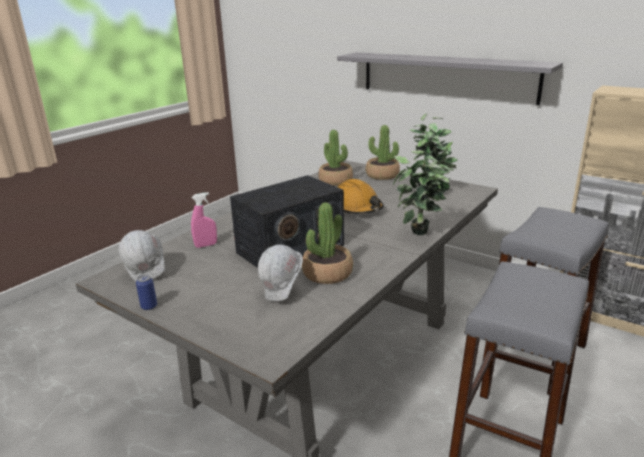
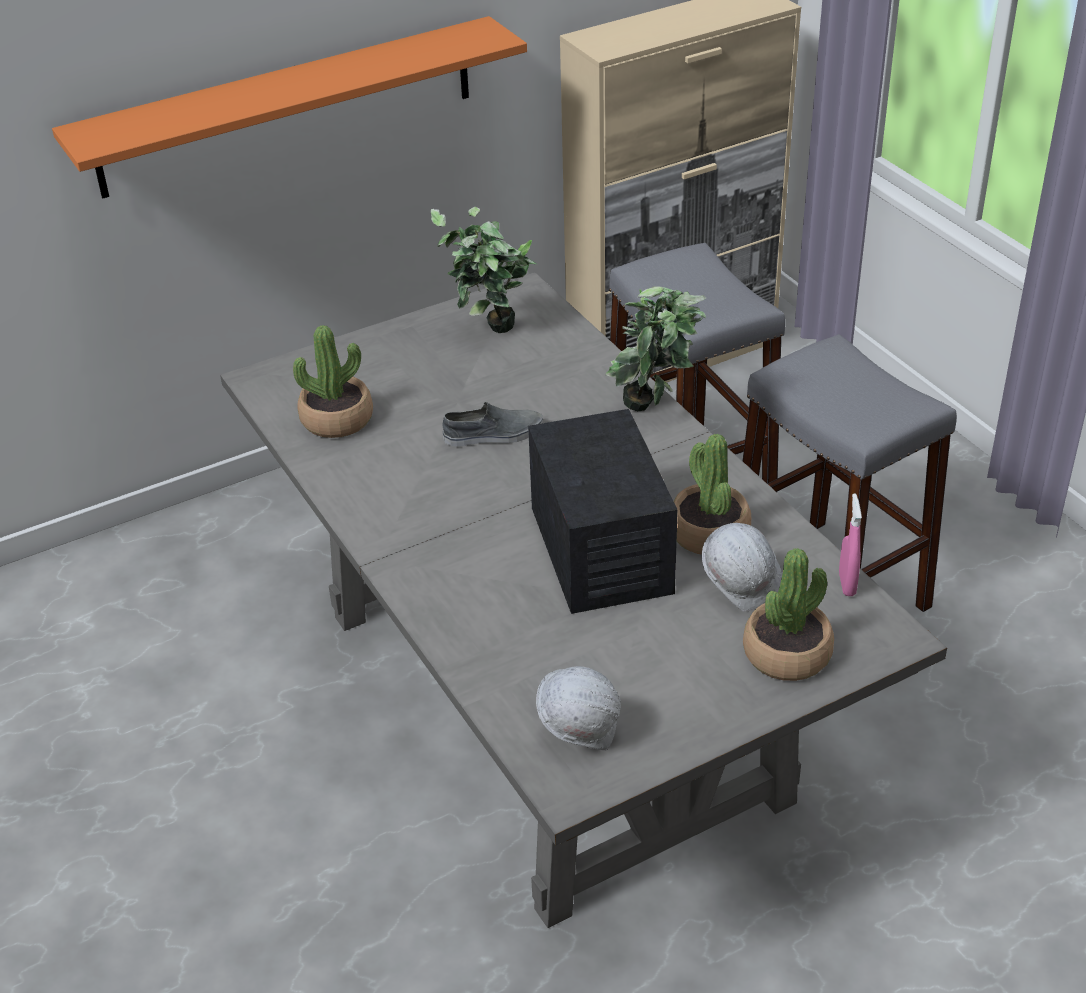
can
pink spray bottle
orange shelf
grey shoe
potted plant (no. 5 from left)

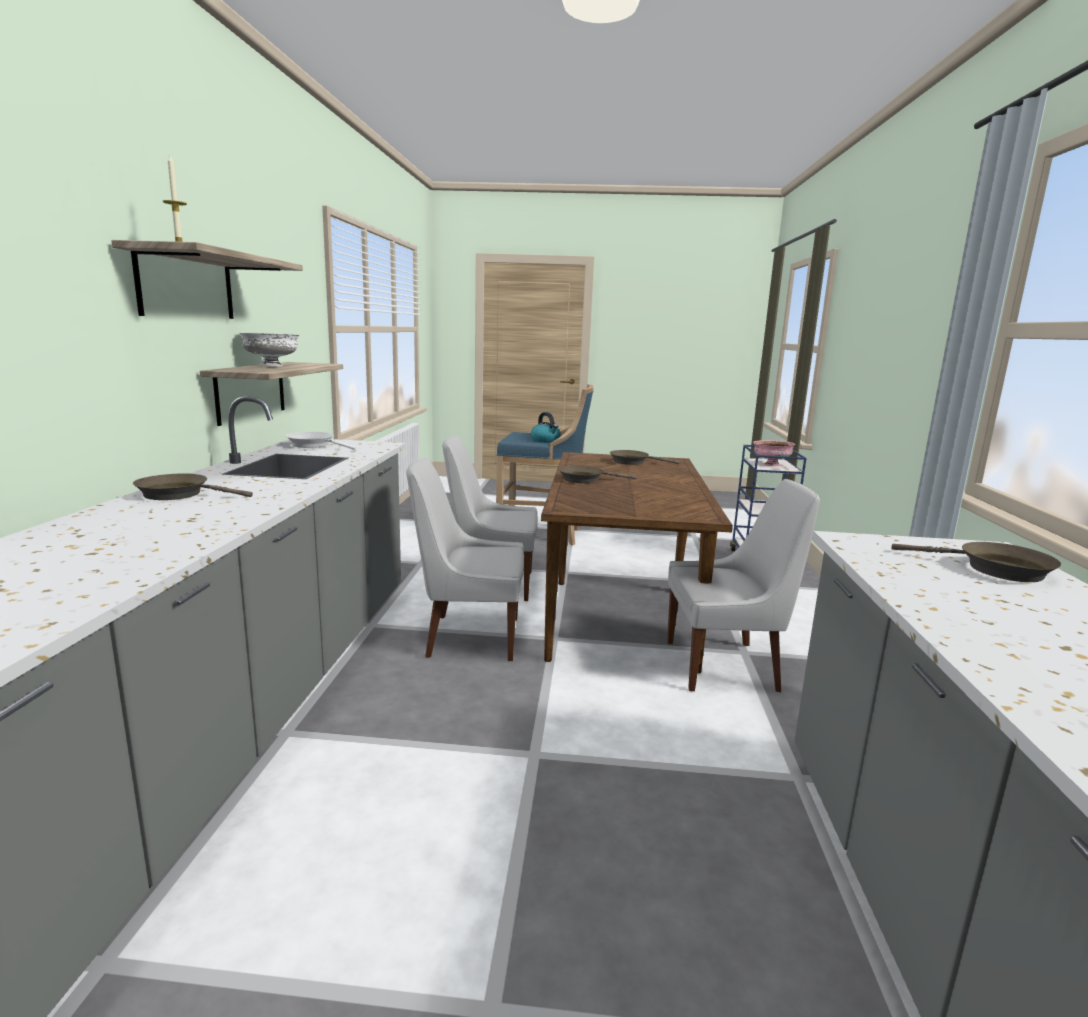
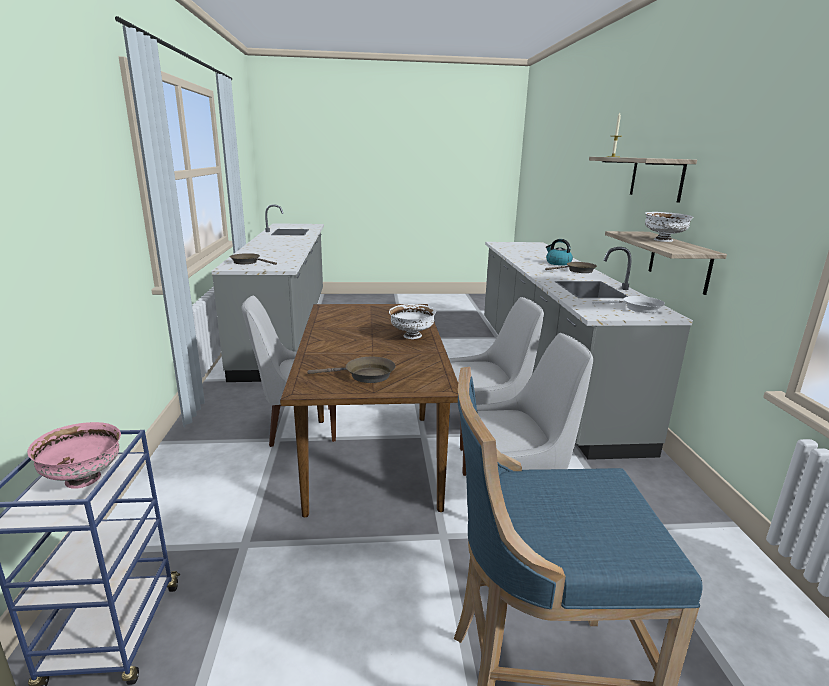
kettle
white bowl (no. 1 from left)

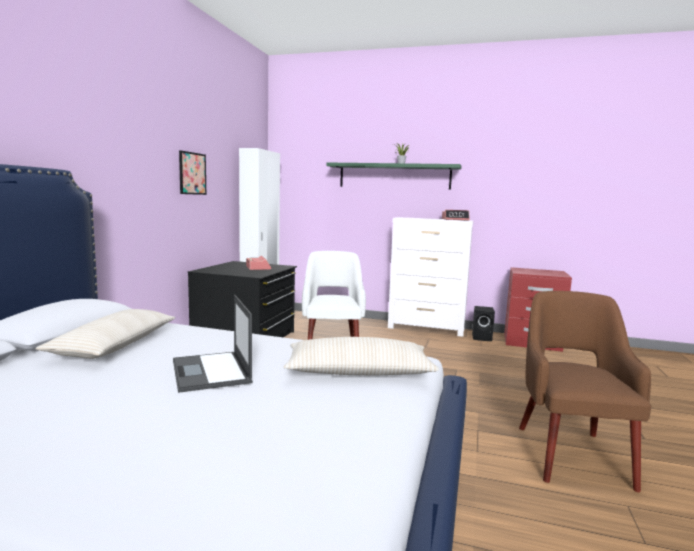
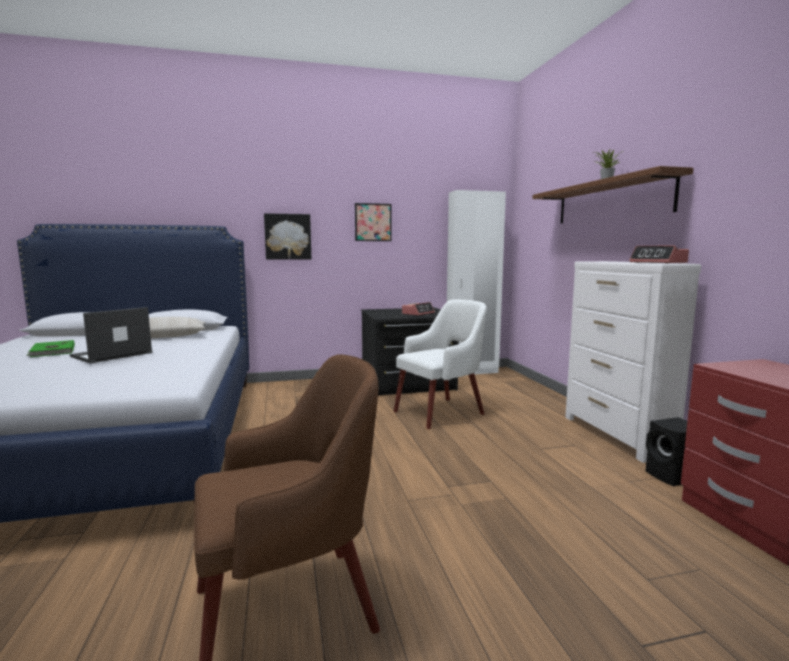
beige pillow (no. 2 from left in the first image)
brown shelf
green book
picture (no. 1 from left)

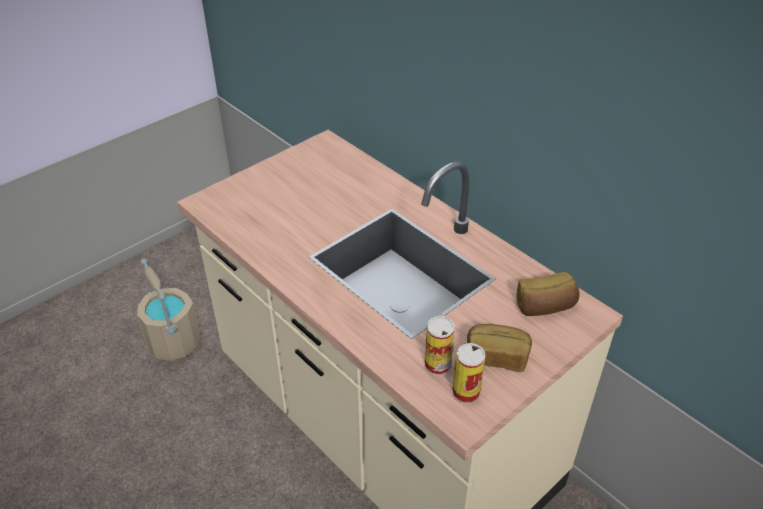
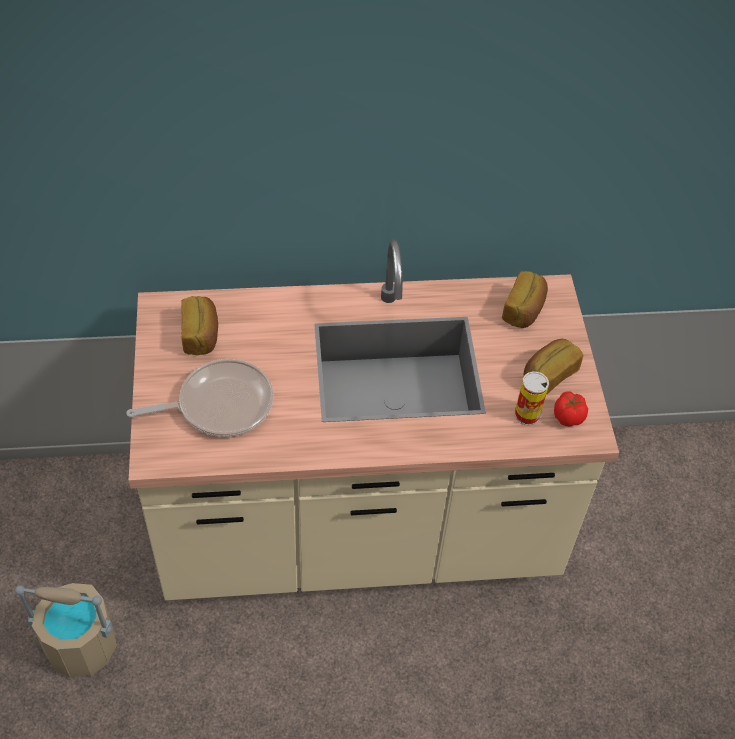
tomato
frying pan
bread (no. 1 from left)

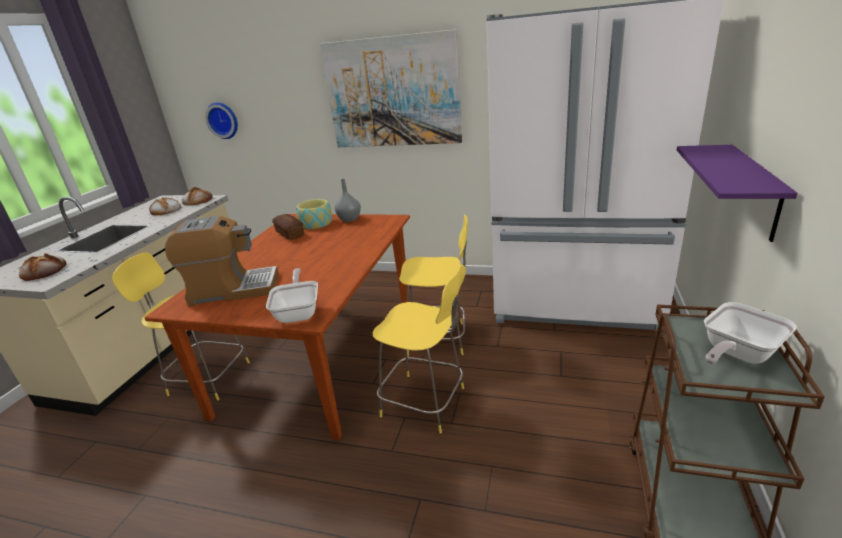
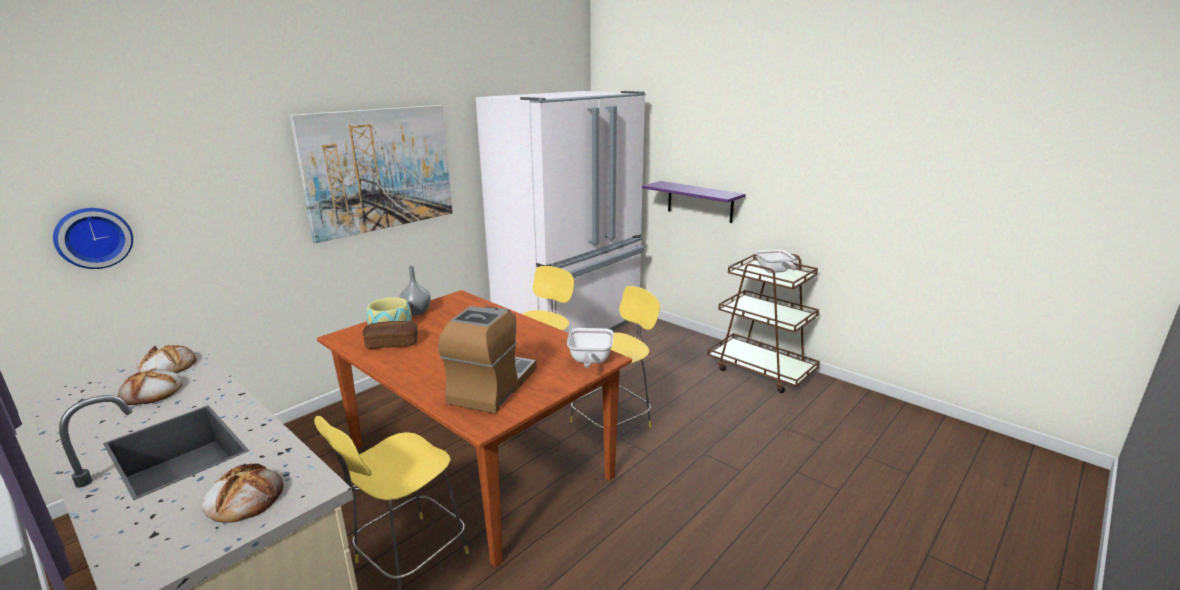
frying pan (no. 1 from left)

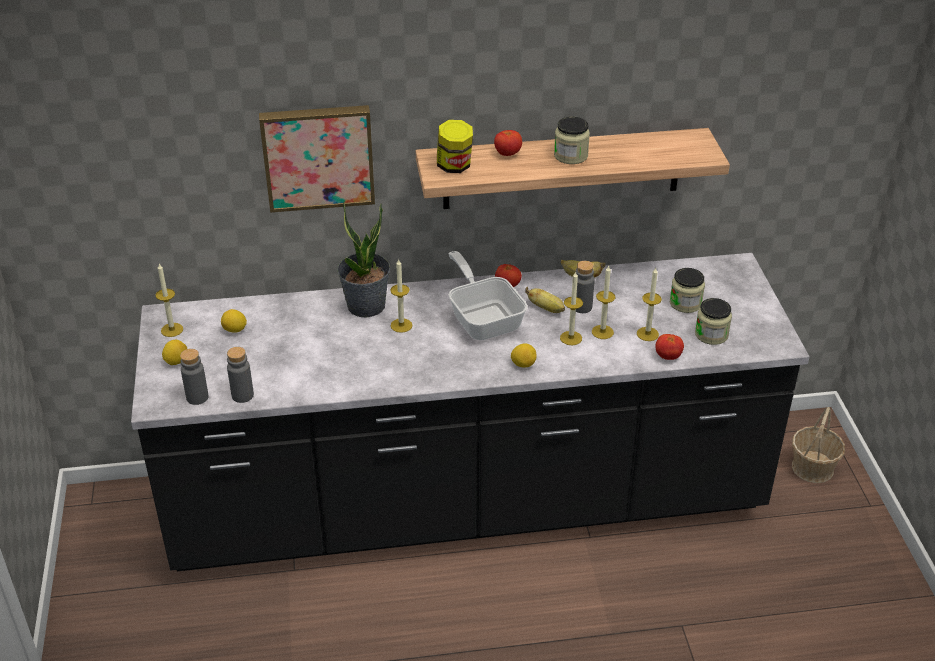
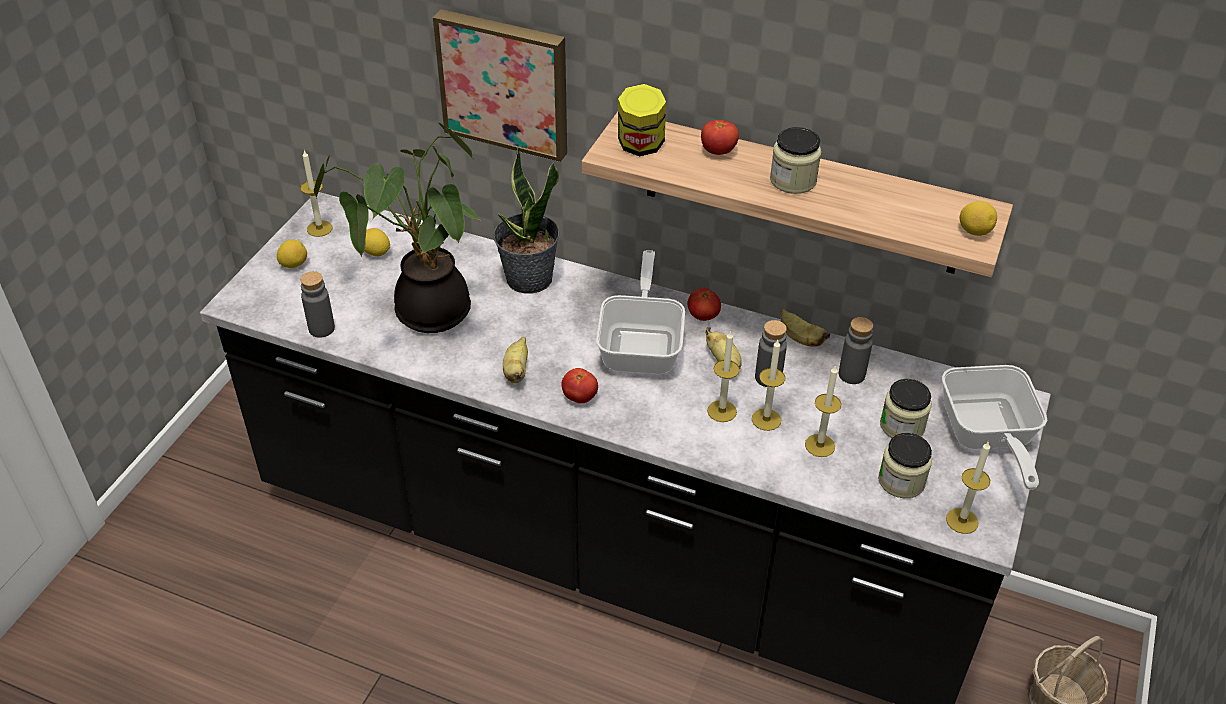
grey bottle (no. 3 from left)
candle (no. 5 from left)
lemon (no. 3 from left)
tomato (no. 1 from left)
potted plant (no. 1 from left)
banana (no. 1 from left)
frying pan (no. 2 from left)

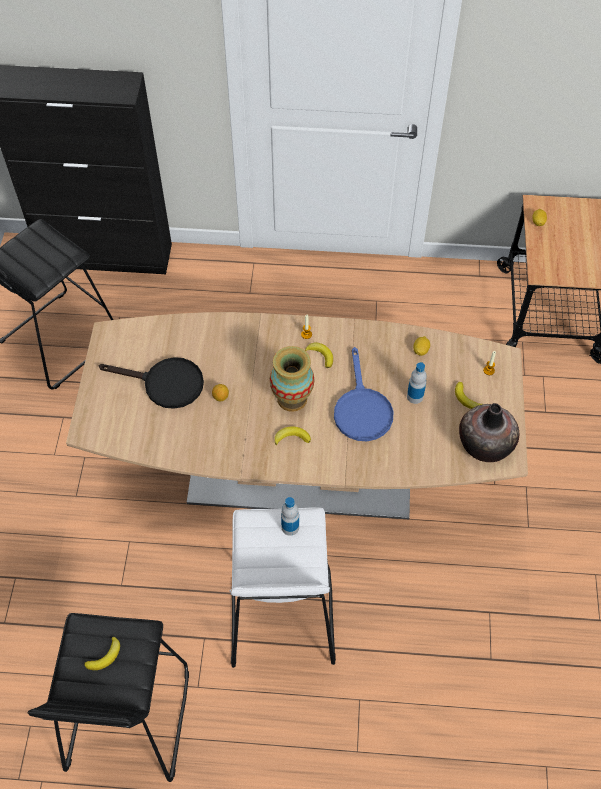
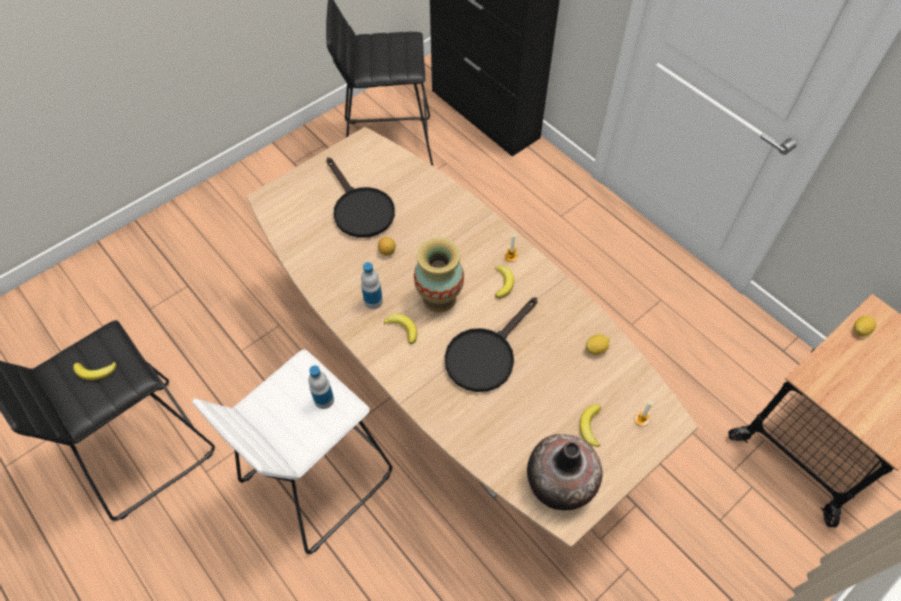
black frying pan (no. 2 from left)
bottle (no. 2 from left)

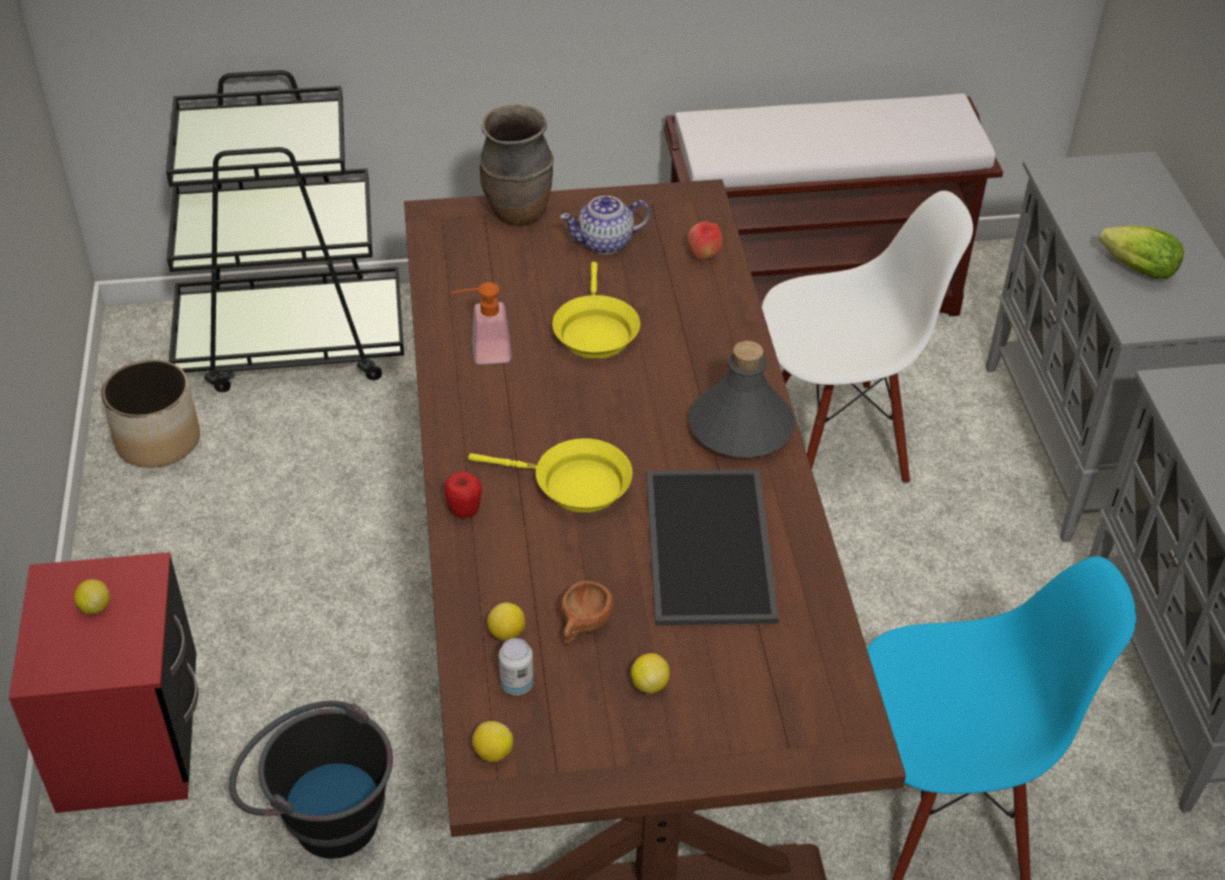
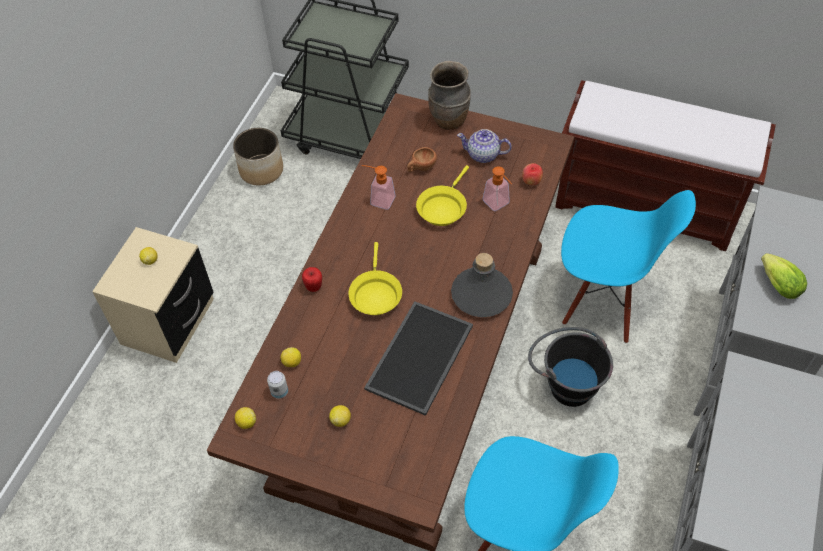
beige nightstand
black bucket
yellow frying pan (no. 1 from left)
brown cup
blue chair (no. 2 from left)
soap dispenser (no. 2 from left)

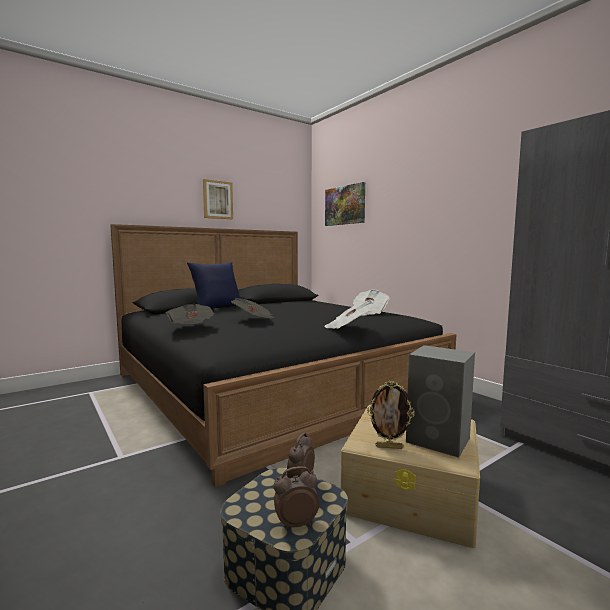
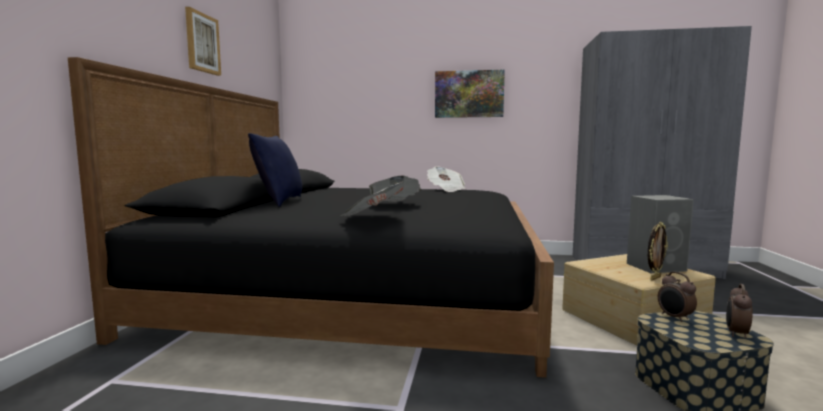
newspaper (no. 3 from left in the first image)
picture (no. 2 from left)

